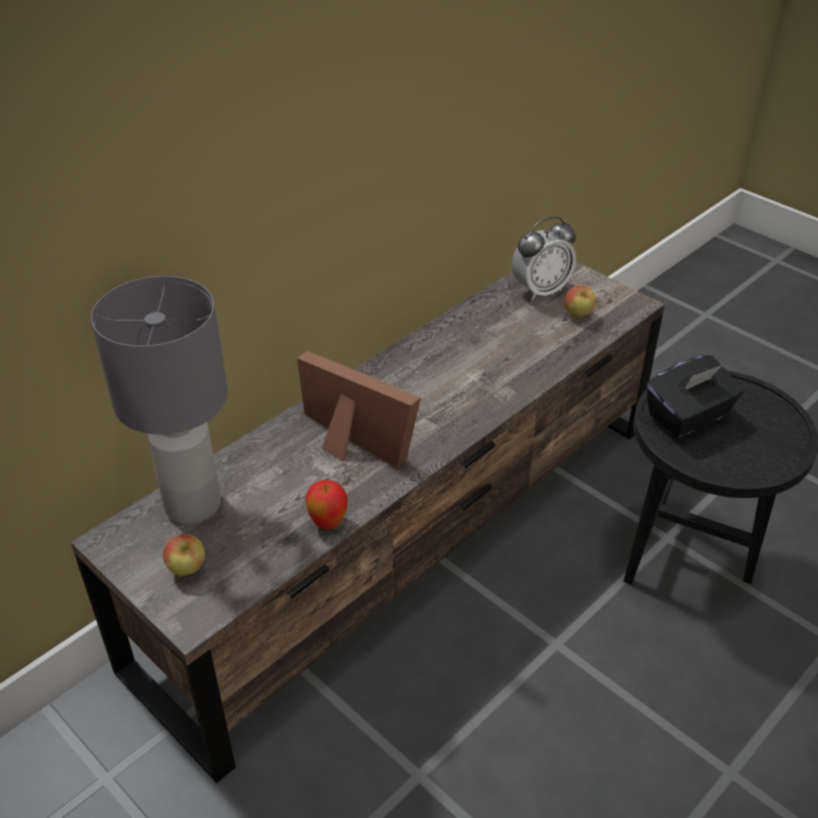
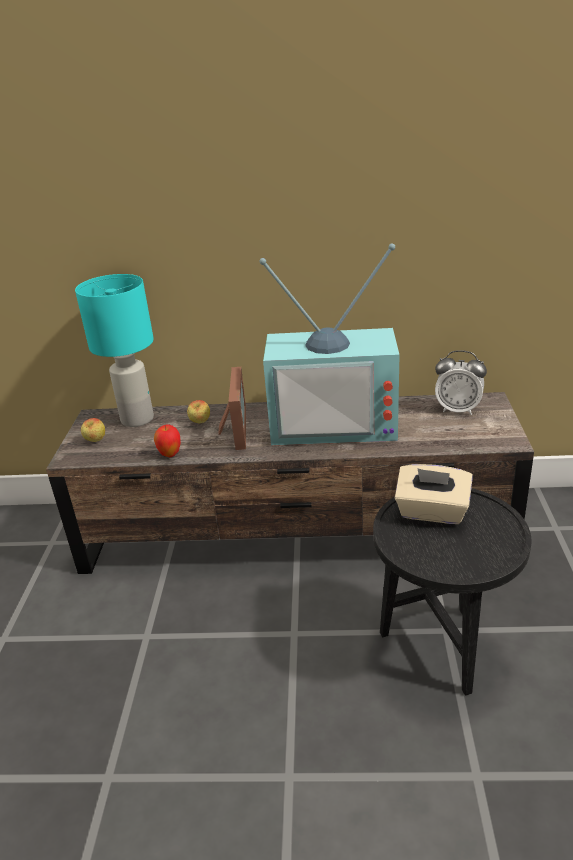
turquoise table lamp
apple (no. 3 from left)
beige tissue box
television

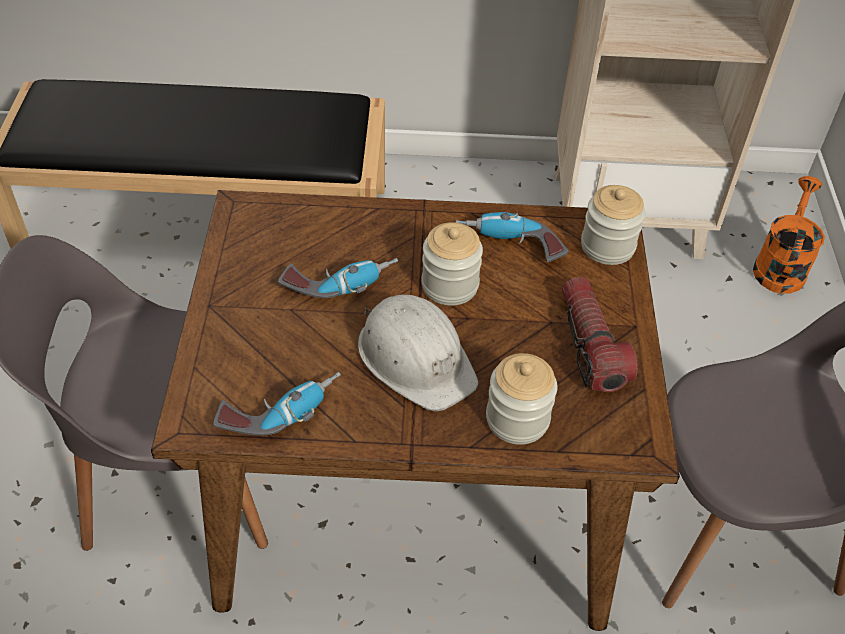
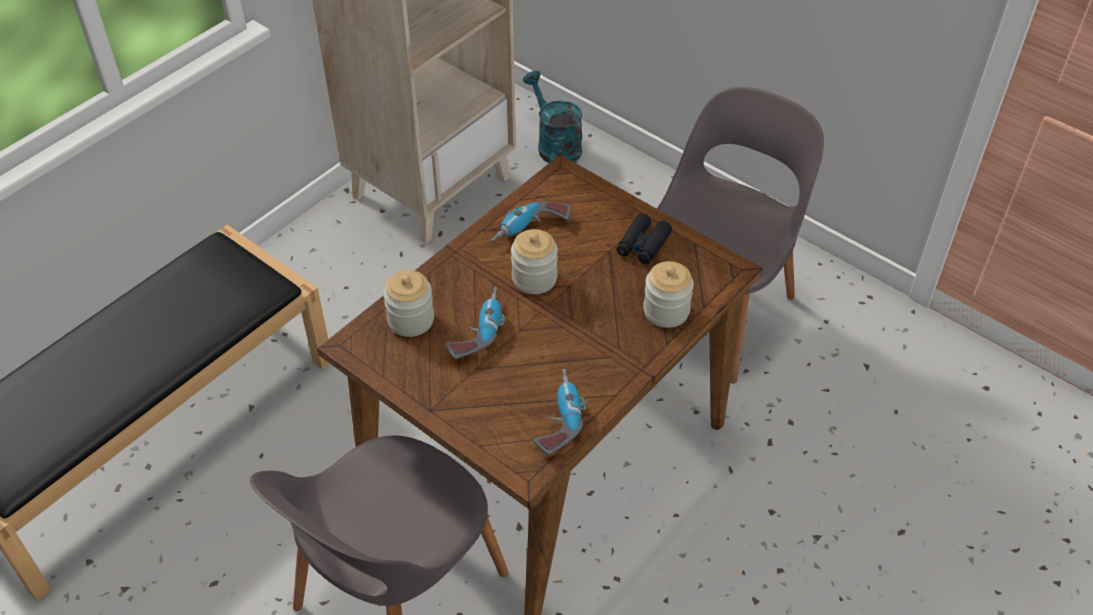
white hard hat
black binoculars
jar (no. 1 from left)
turquoise watering can

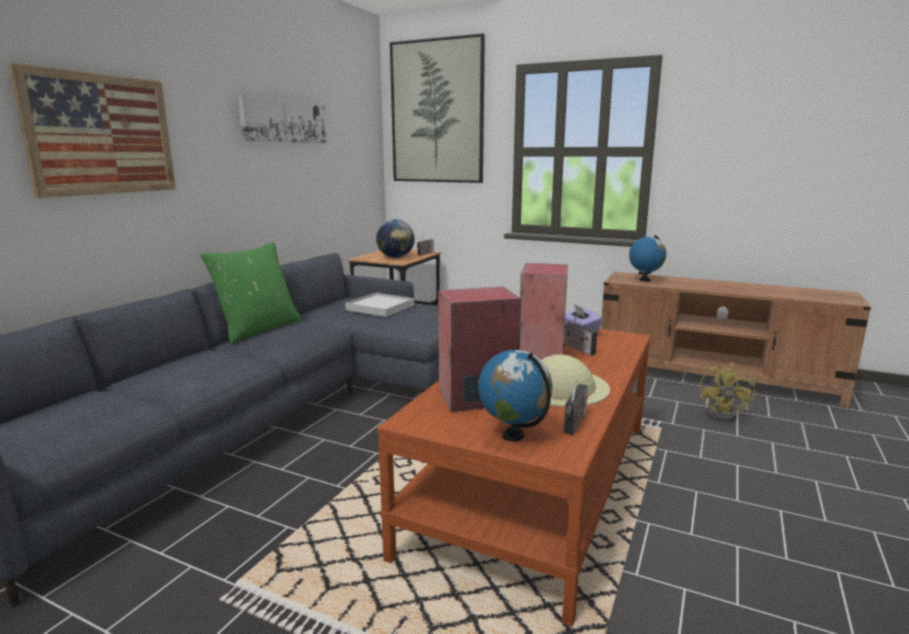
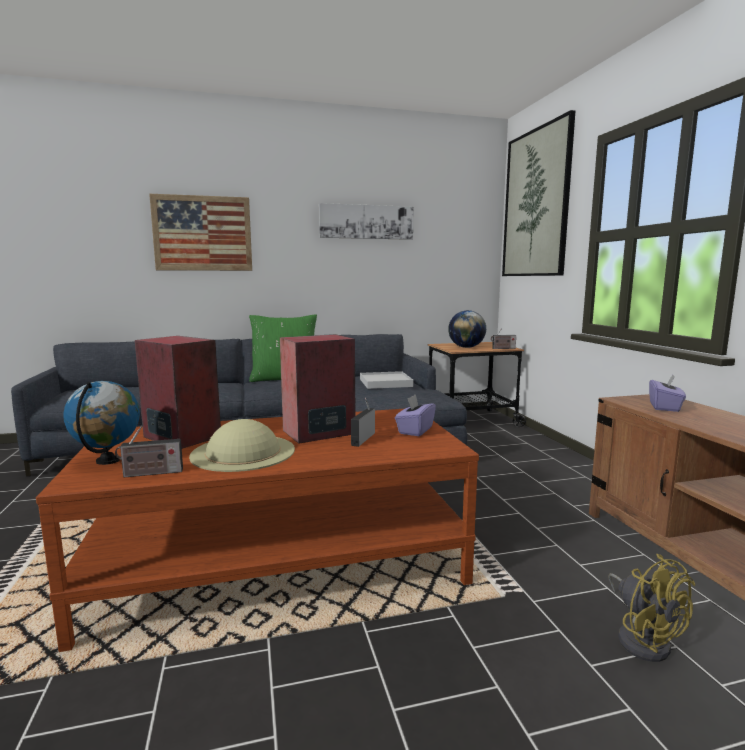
purple tissue box (no. 2 from left)
yellow fan

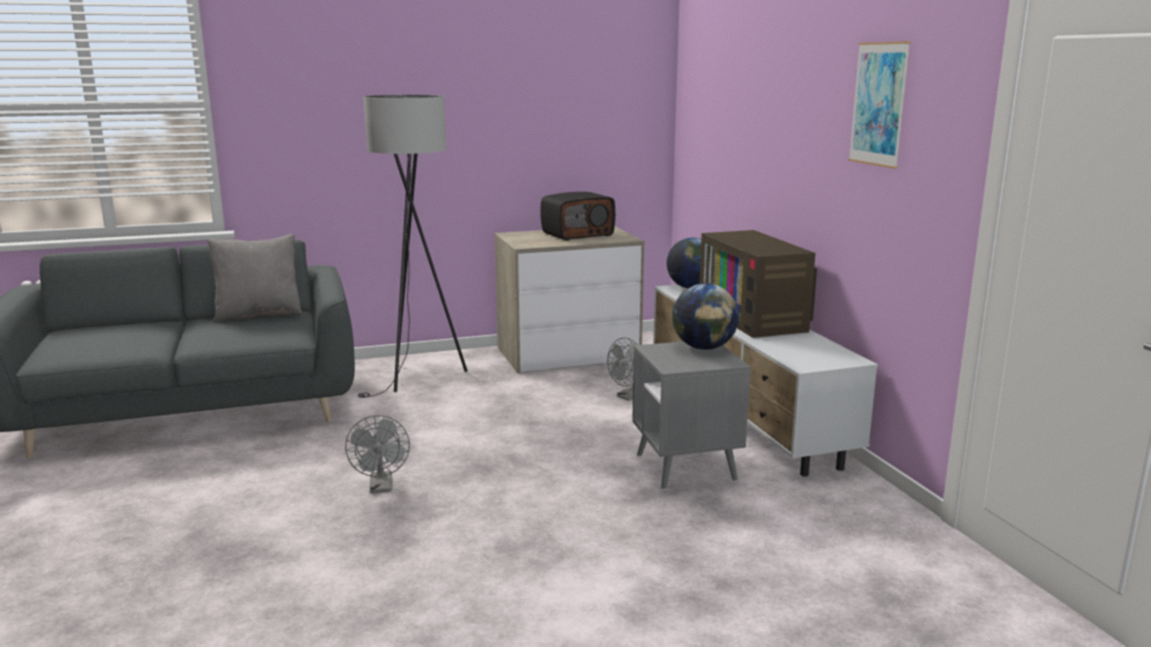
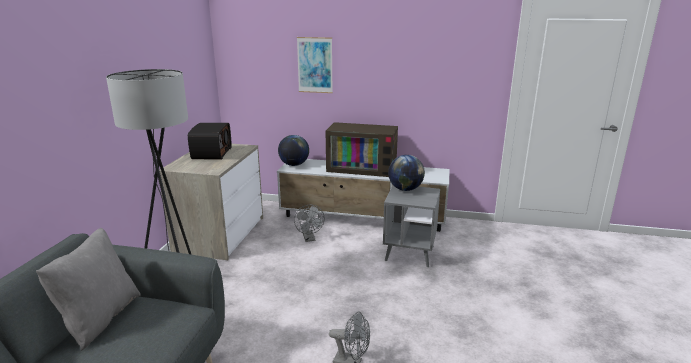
picture

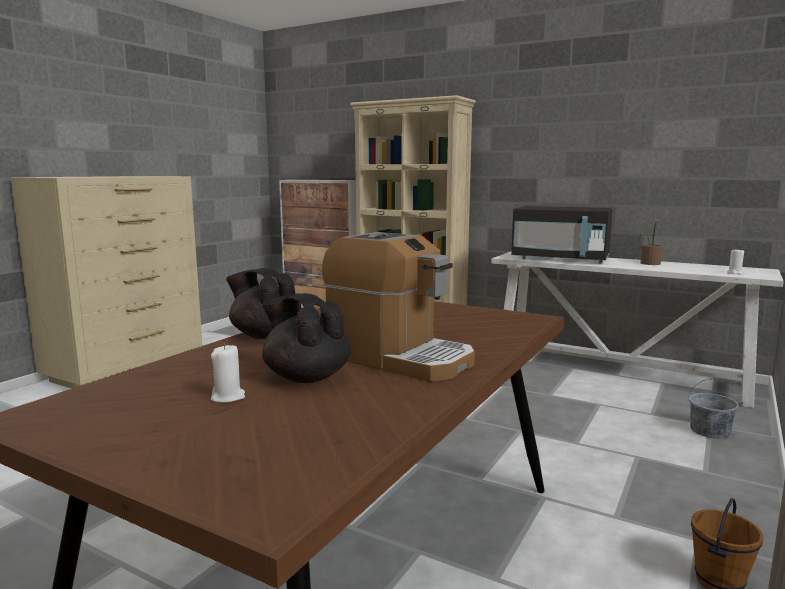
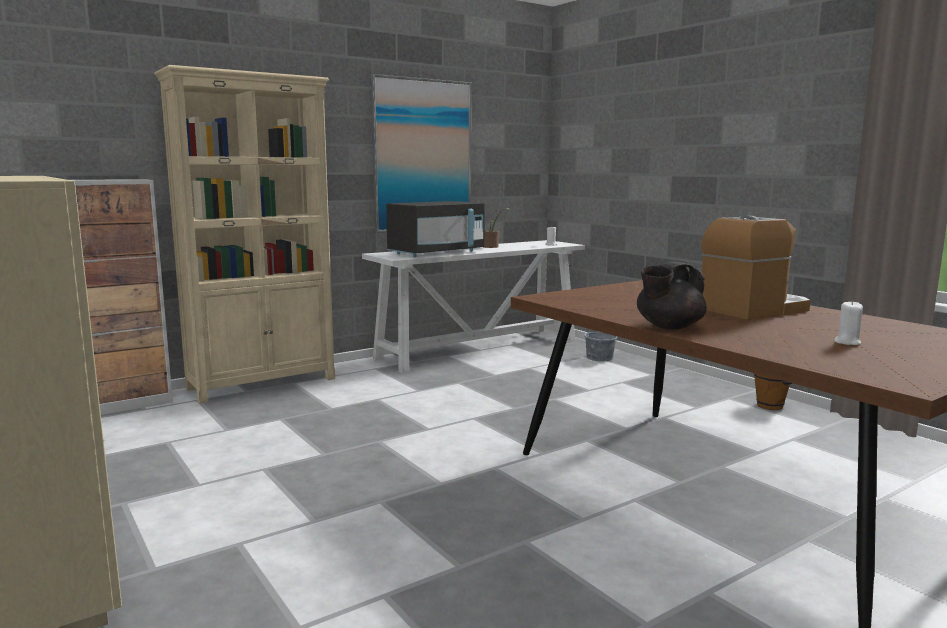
black teapot (no. 2 from left in the first image)
picture

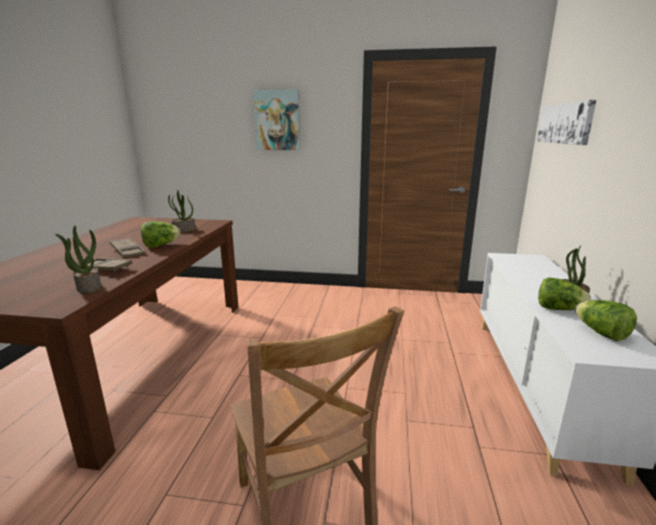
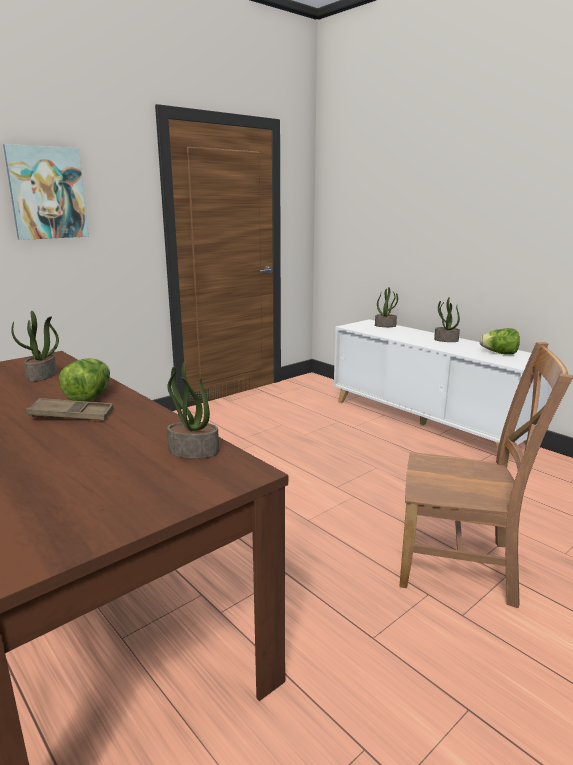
brown tray (no. 1 from left in the first image)
picture (no. 2 from left in the first image)
lettuce (no. 2 from left in the first image)
potted plant (no. 3 from left)

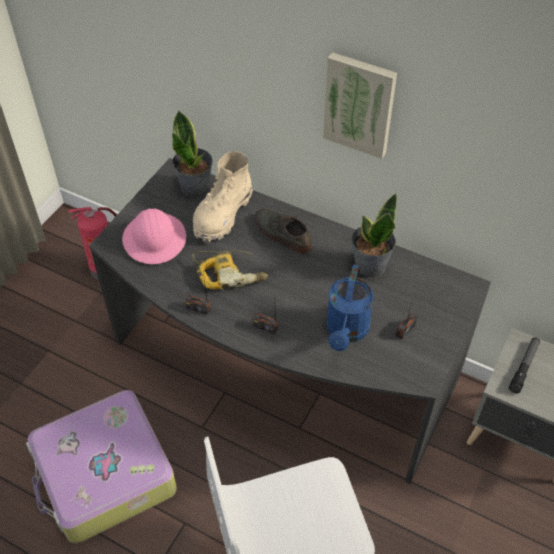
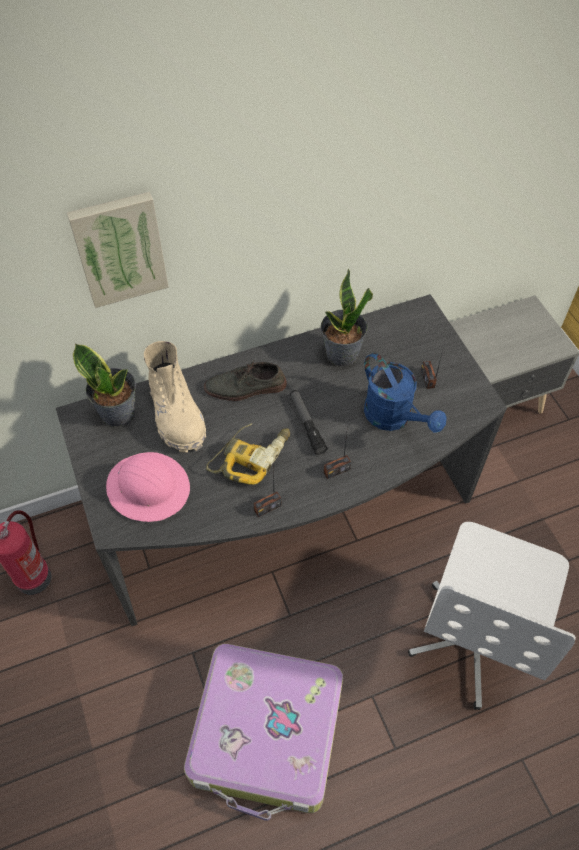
picture
flashlight

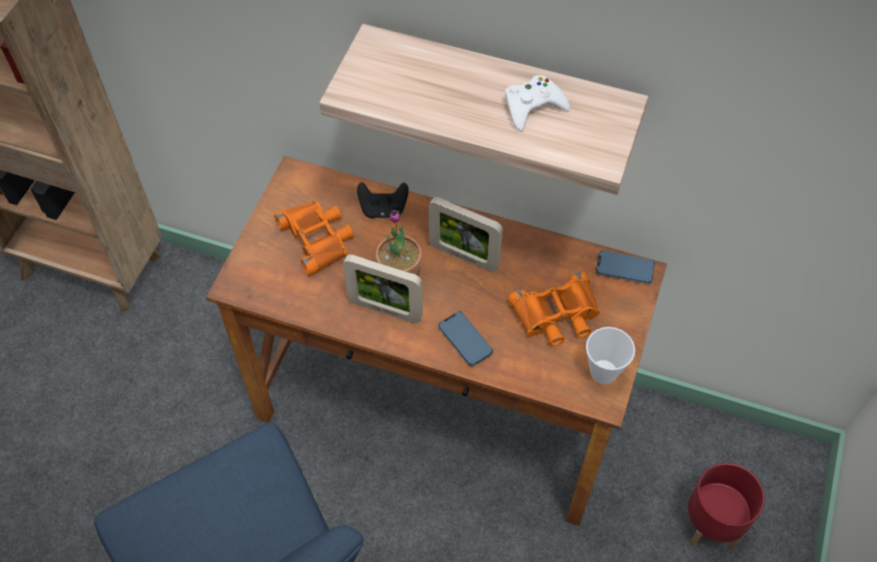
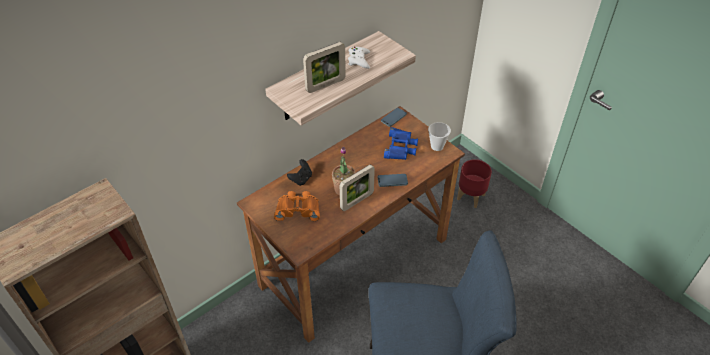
picture frame (no. 1 from left)
blue binoculars

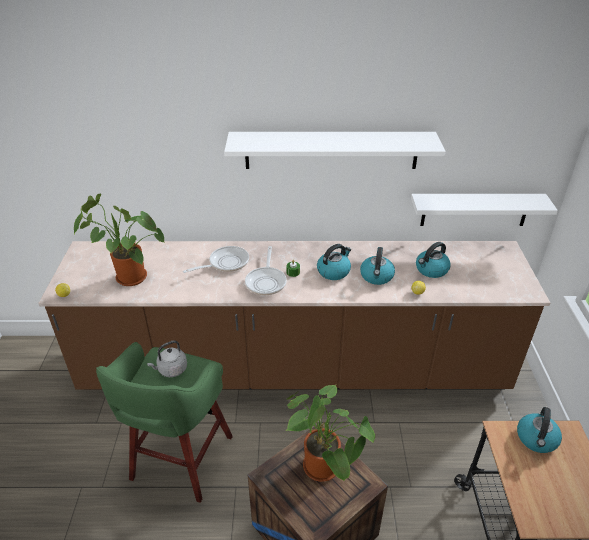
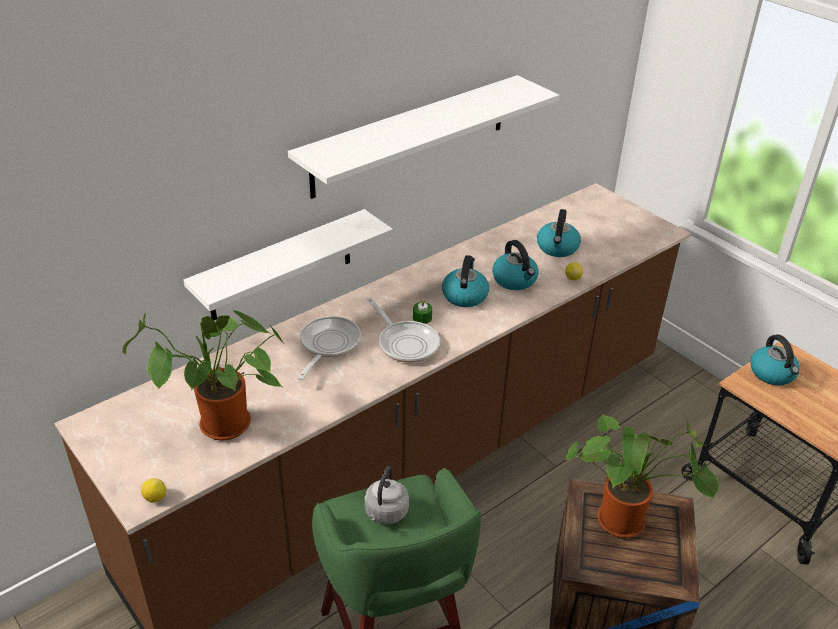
white shelf (no. 1 from left)

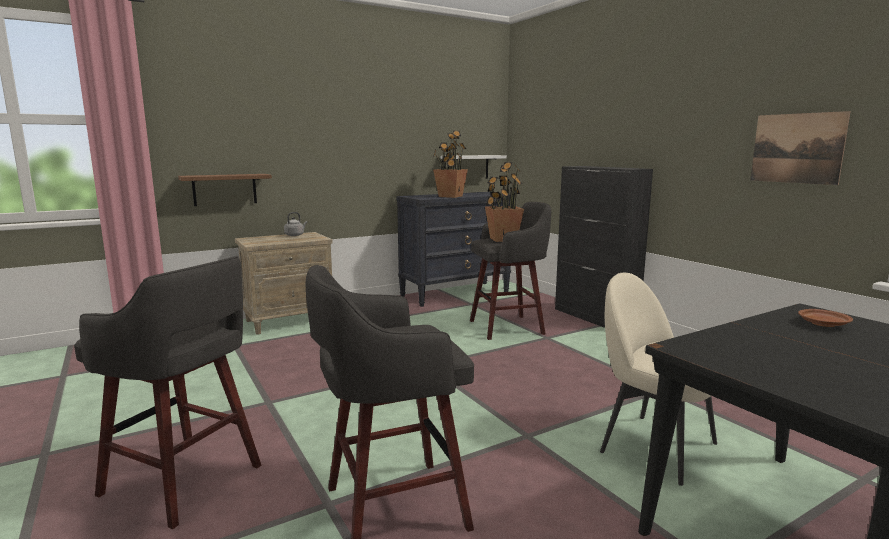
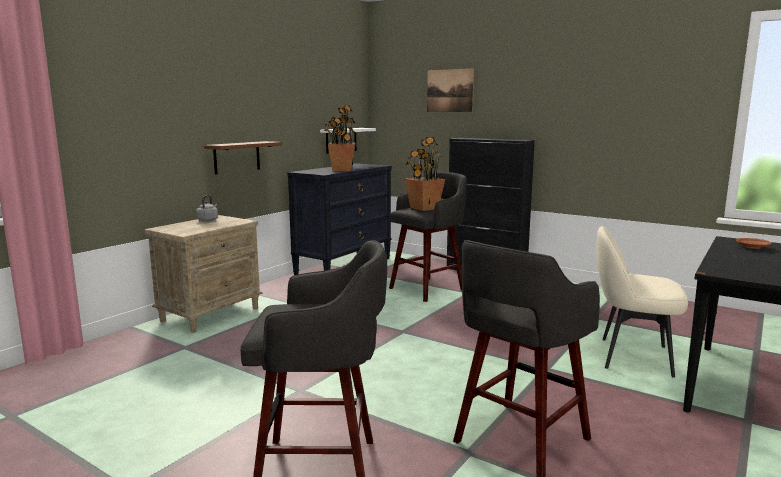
brown shelf
picture

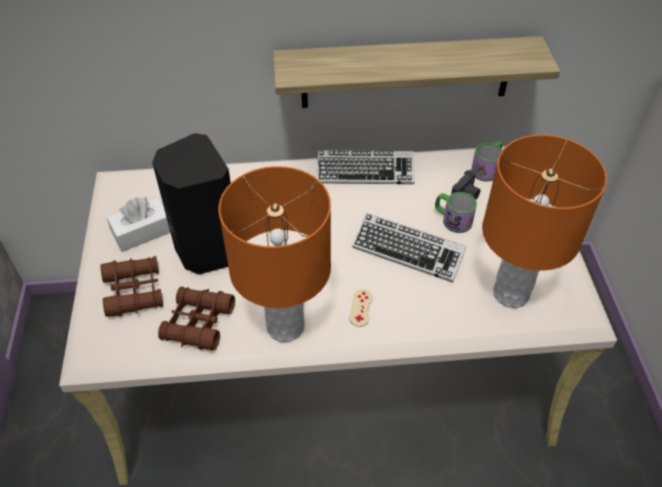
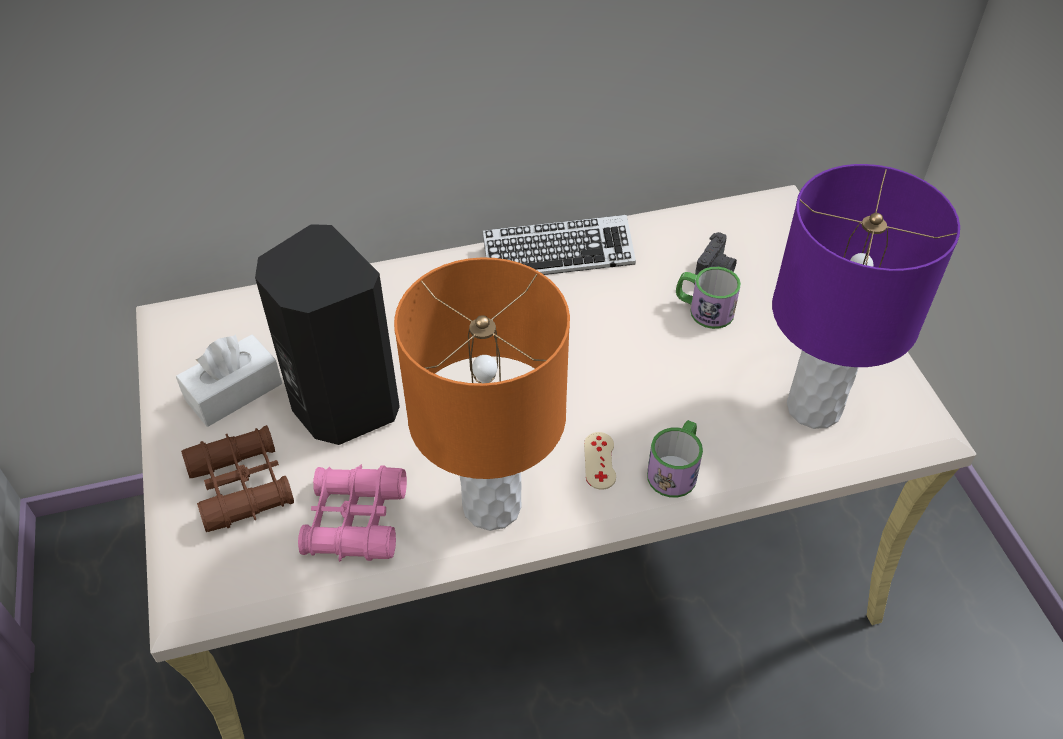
pink binoculars
shelf
keyboard (no. 2 from left in the first image)
mug (no. 1 from left)
purple table lamp

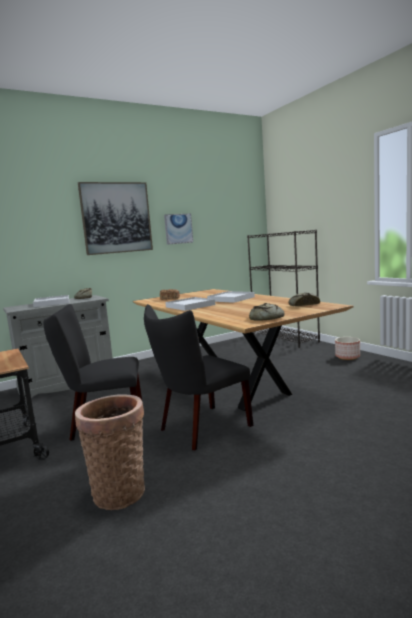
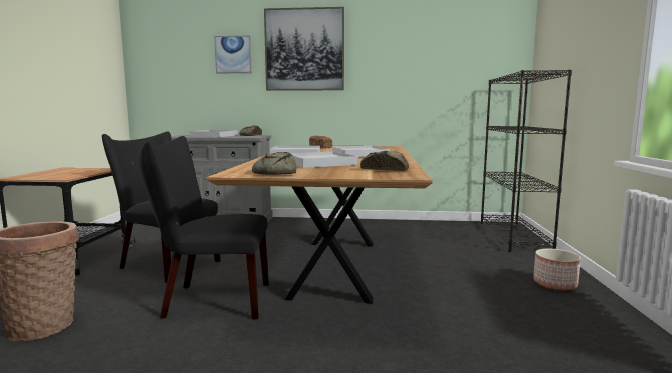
picture (no. 1 from left)
white tray (no. 3 from left)

